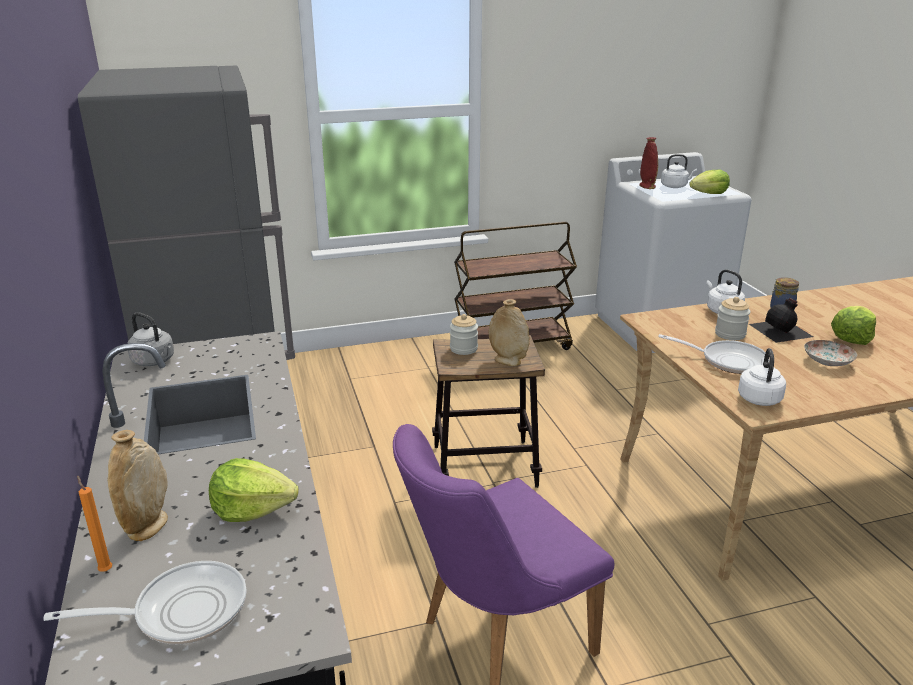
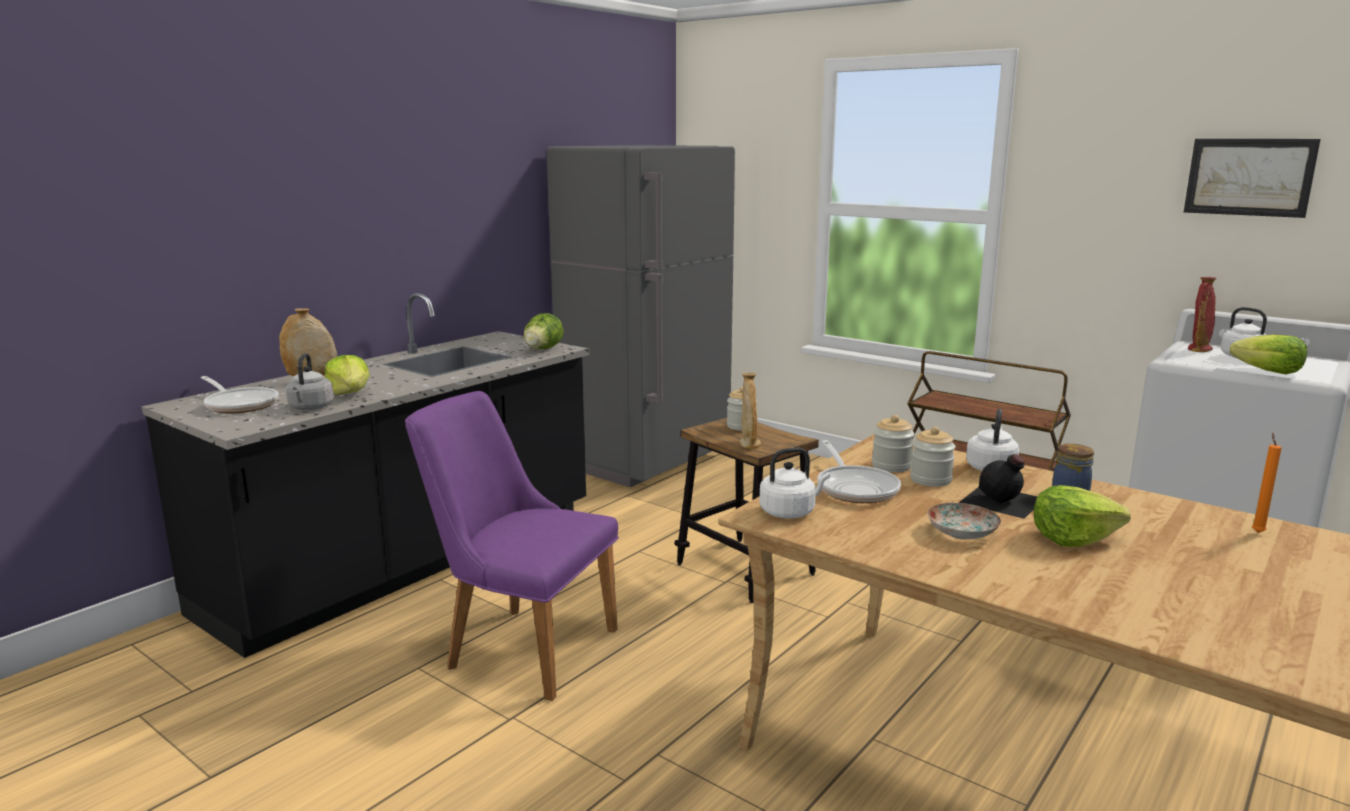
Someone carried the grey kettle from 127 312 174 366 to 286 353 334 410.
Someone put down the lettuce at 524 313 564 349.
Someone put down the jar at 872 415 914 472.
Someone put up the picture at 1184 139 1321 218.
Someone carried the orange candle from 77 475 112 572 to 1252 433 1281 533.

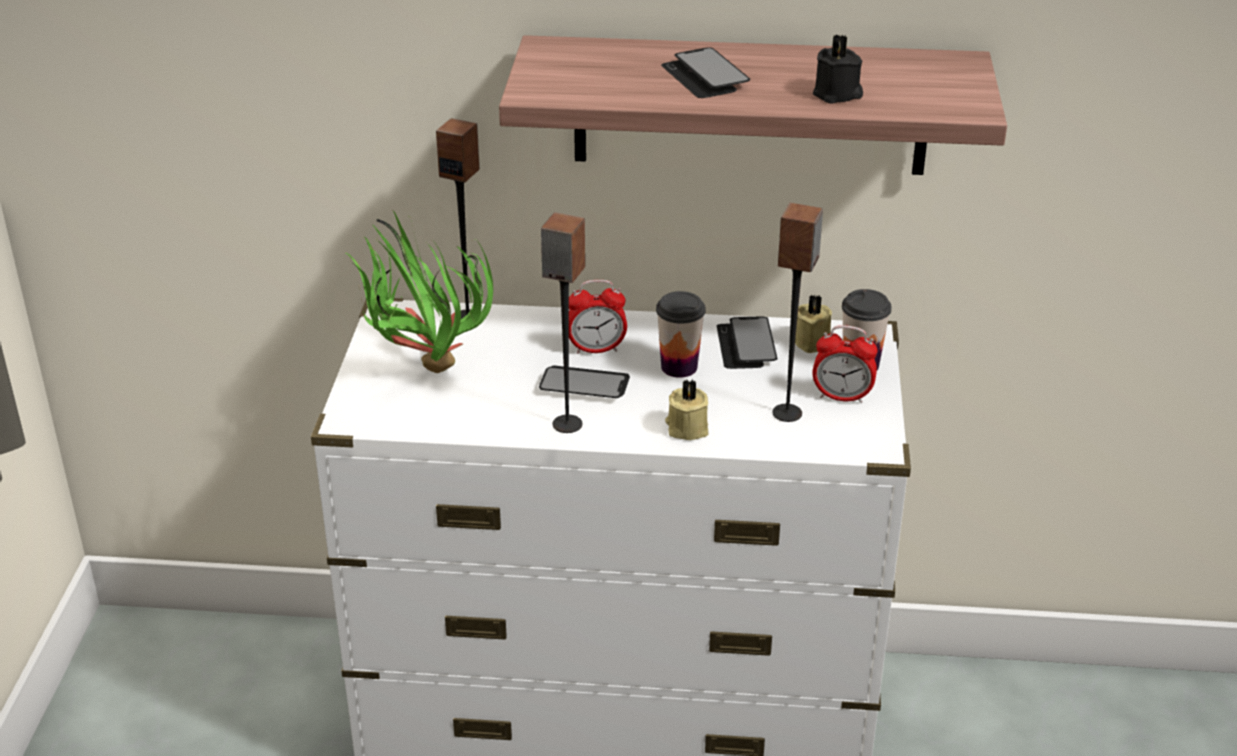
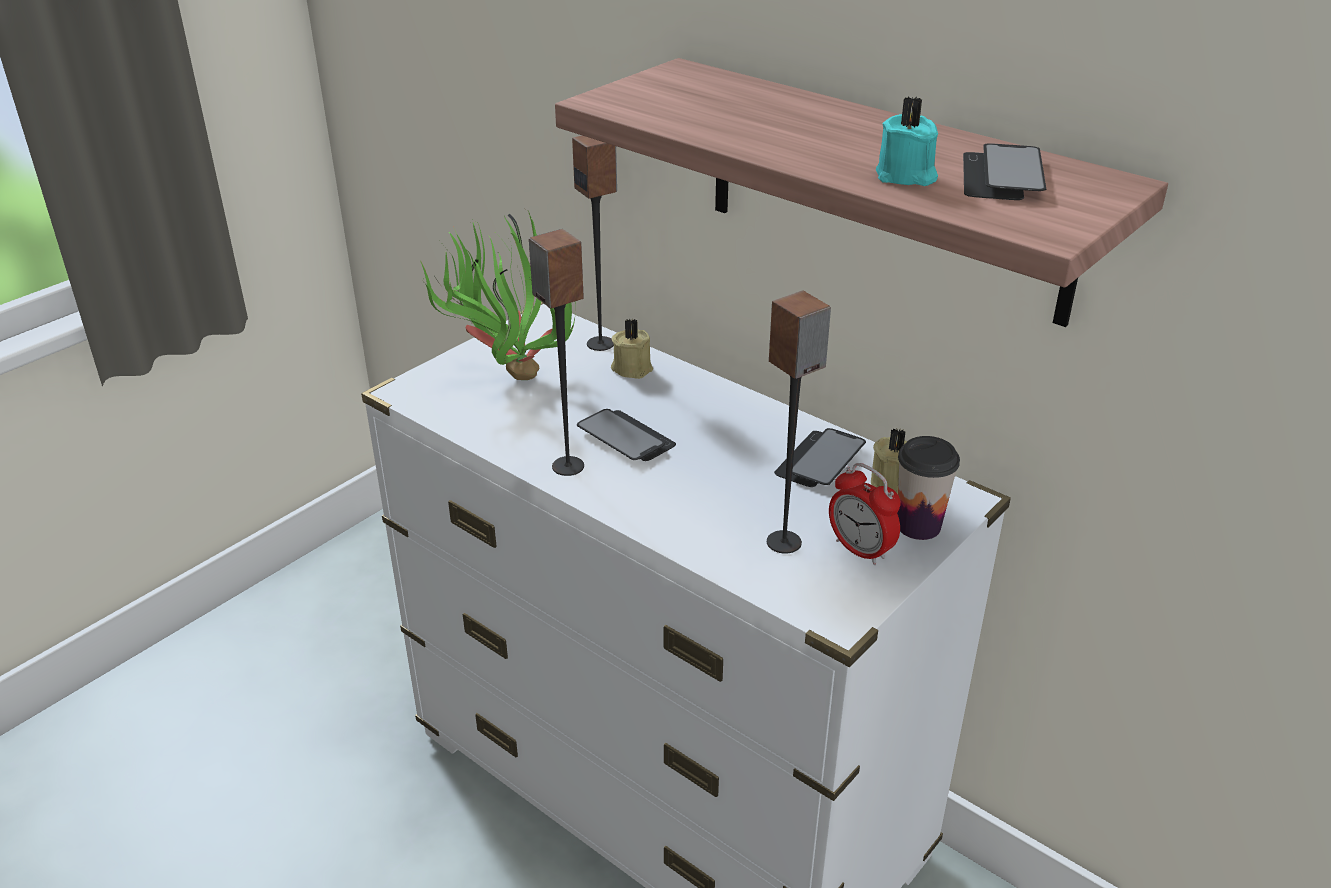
Someone carried the beige candle from 665 379 708 440 to 611 319 653 379.
Someone repainted the black candle at 813 34 863 104, which became the turquoise candle at 876 97 938 186.
Someone carried the phone from 661 47 750 98 to 963 143 1046 200.
Someone took away the alarm clock at 569 280 627 354.
Someone took away the cup at 656 291 706 378.

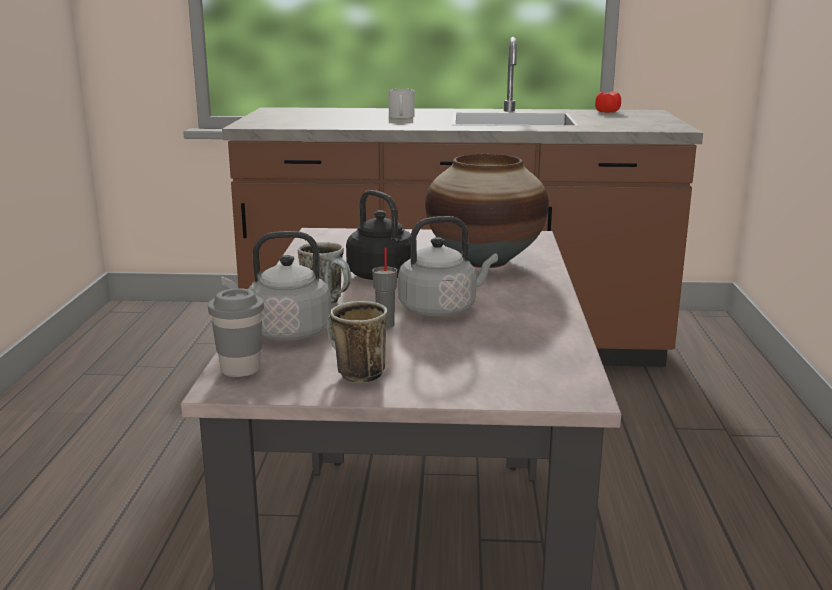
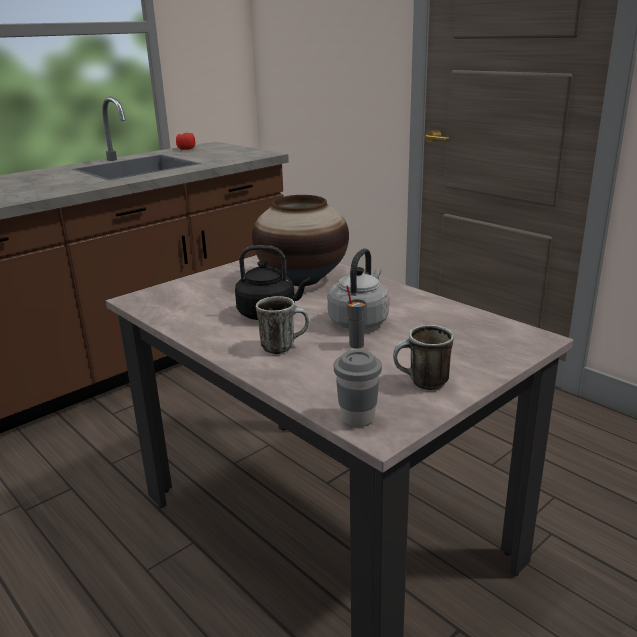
Someone took away the grey kettle at 221 231 331 340.
Someone took away the white mug at 389 89 415 118.

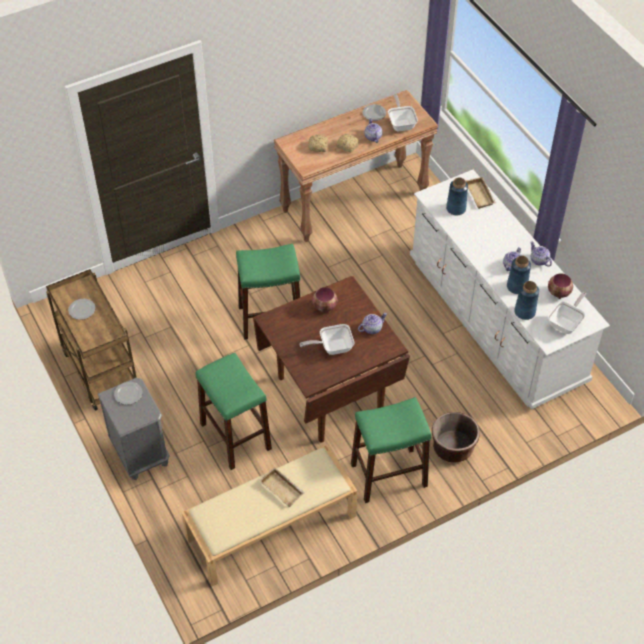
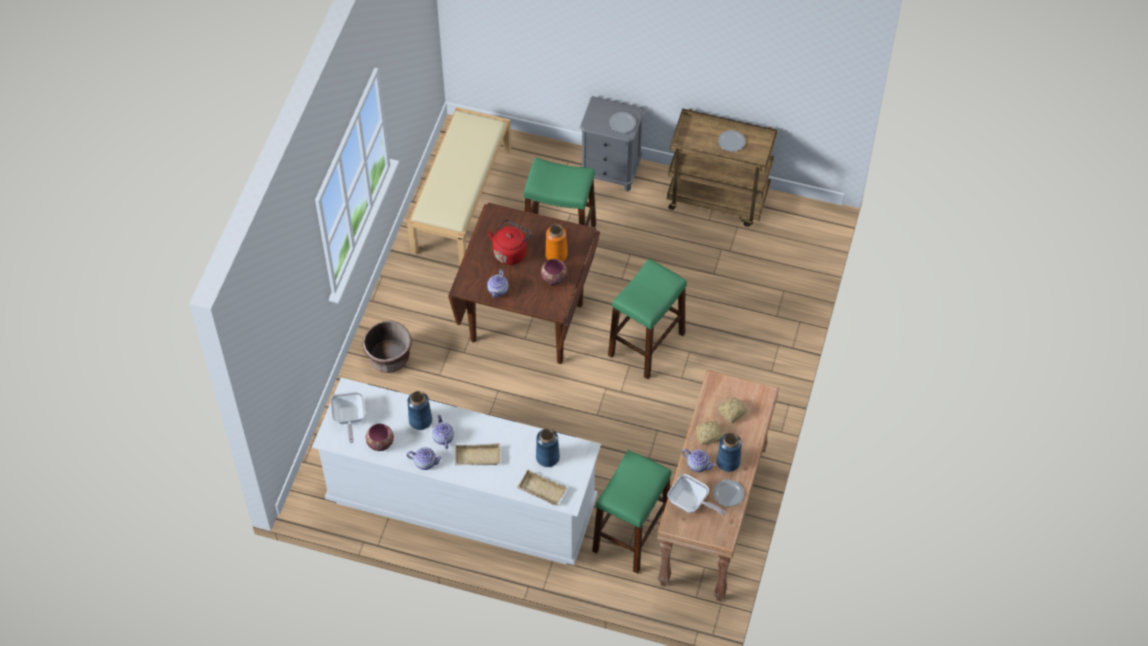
Someone carried the beige tray from 259 467 305 507 to 455 443 500 466.
Someone swapped the frying pan at 299 324 355 355 for the red kettle at 488 220 532 265.
Someone put down the orange vase at 545 224 568 262.
Someone carried the green stool from 351 397 432 503 to 592 450 671 573.
Someone carried the blue vase from 514 281 539 320 to 716 433 742 472.

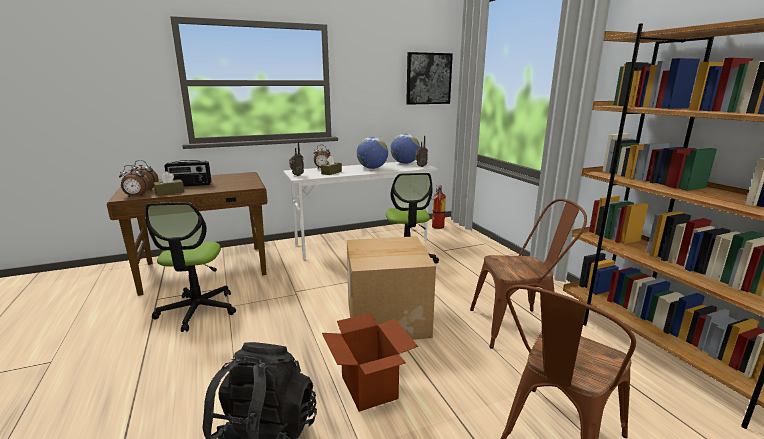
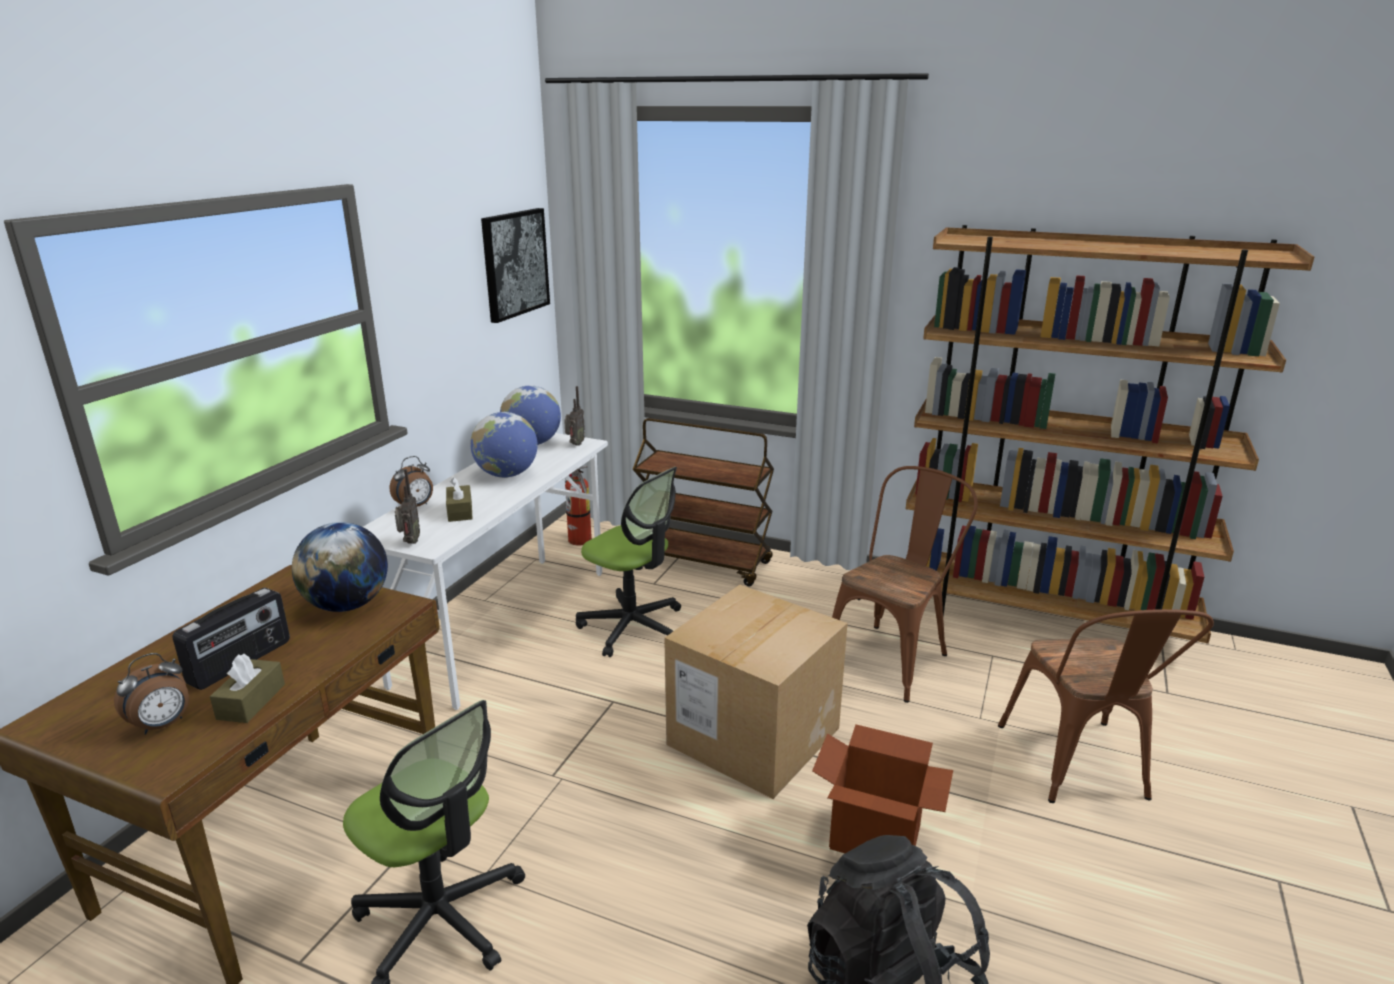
Someone put down the globe at 292 522 388 612.
Someone put down the brown cart at 633 418 774 586.
Someone took away the alarm clock at 119 165 149 197.

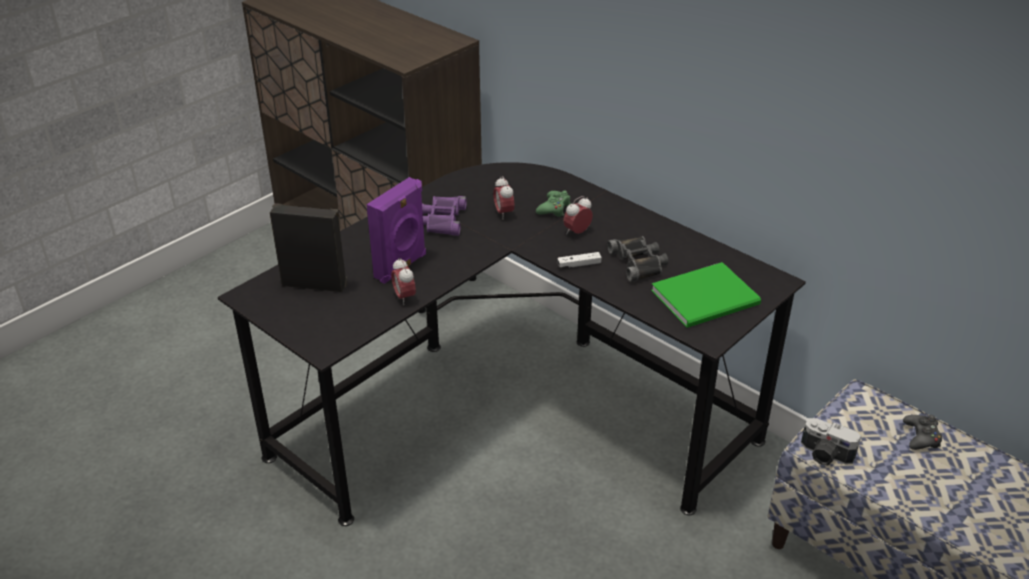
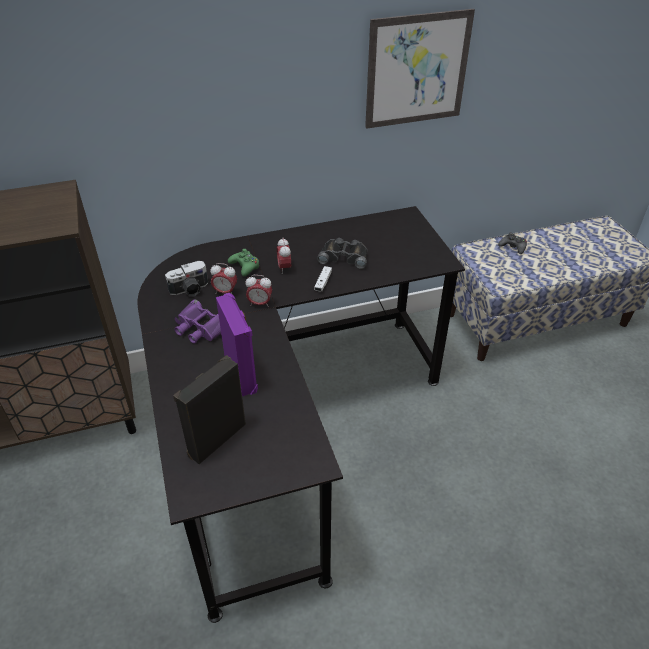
Someone carried the photo camera from 801 418 861 466 to 165 261 208 296.
Someone carried the alarm clock from 391 258 416 305 to 245 275 272 307.
Someone put up the picture at 365 9 475 129.
Someone took away the green book at 651 262 761 328.

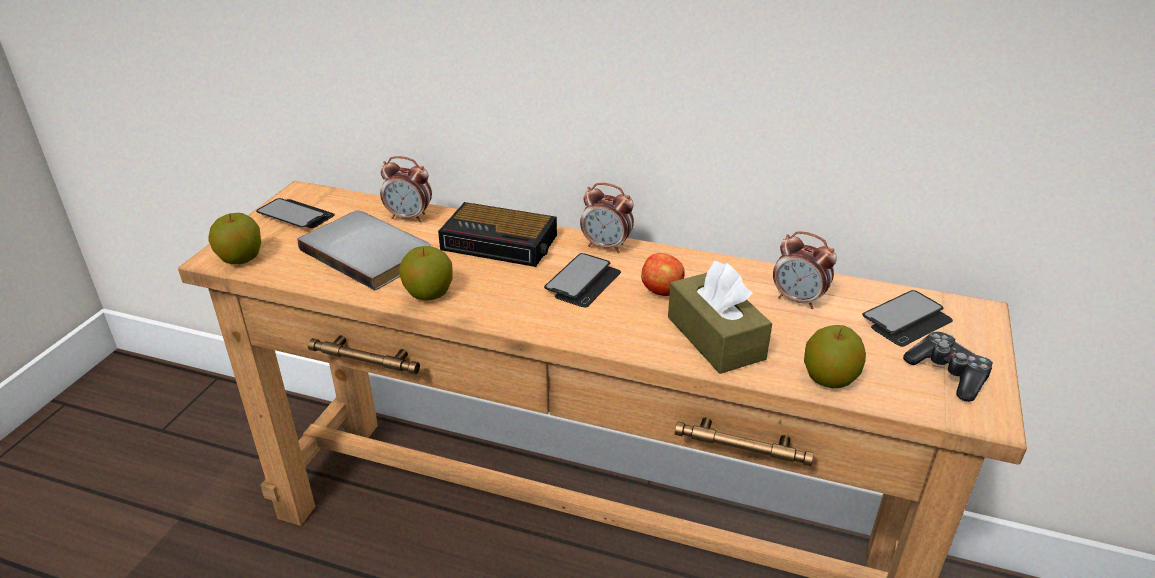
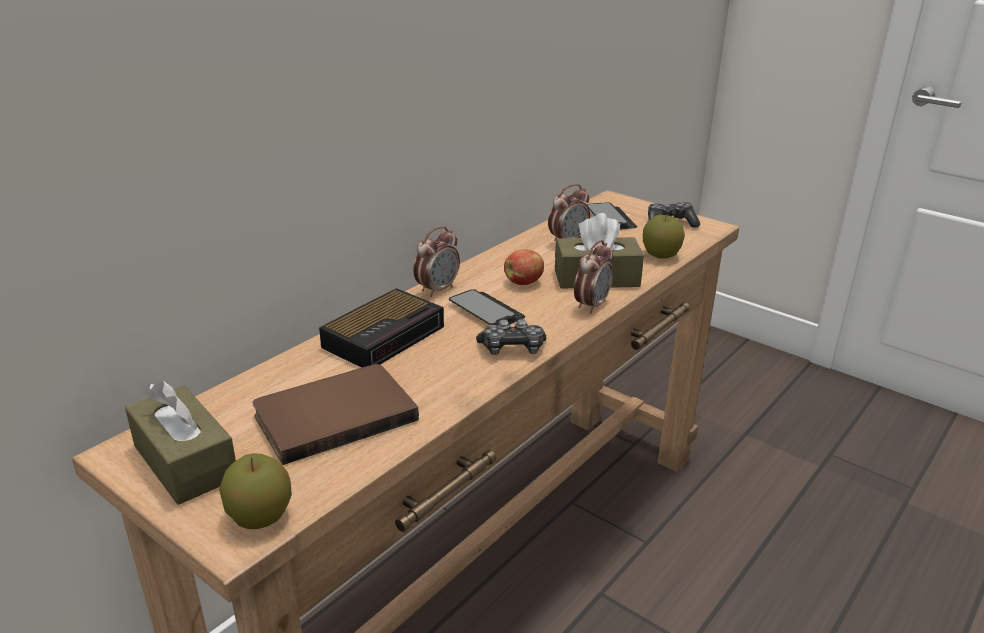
Someone swapped the phone at 256 198 335 228 for the brown tissue box at 125 380 236 505.
Someone repainted the grey book at 297 211 431 290, which became the brown book at 252 364 419 465.
Someone put down the game controller at 476 319 546 355.
Someone carried the alarm clock from 380 156 432 222 to 574 240 613 313.
Someone took away the apple at 399 246 453 301.

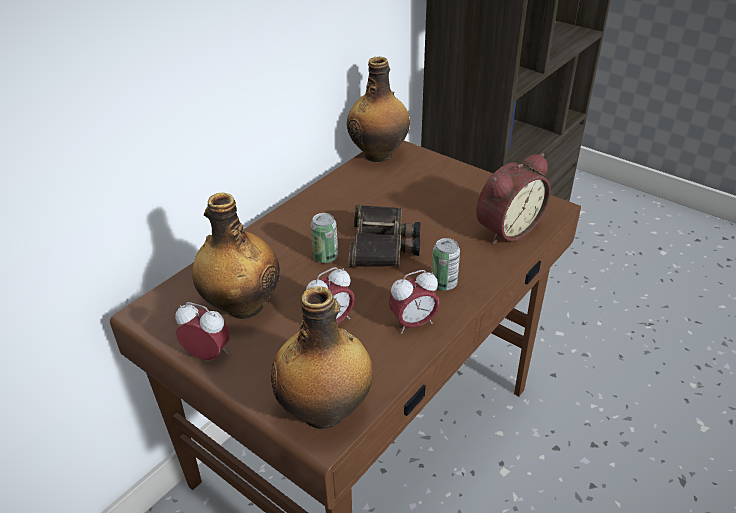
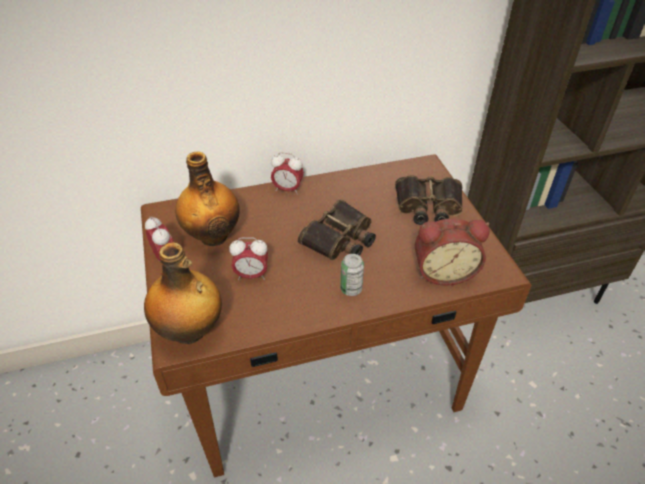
Someone carried the alarm clock from 389 270 440 334 to 271 152 304 195.
Someone put down the binoculars at 395 175 463 225.
Someone took away the can at 311 213 338 263.
Someone took away the bottle at 347 56 410 162.

